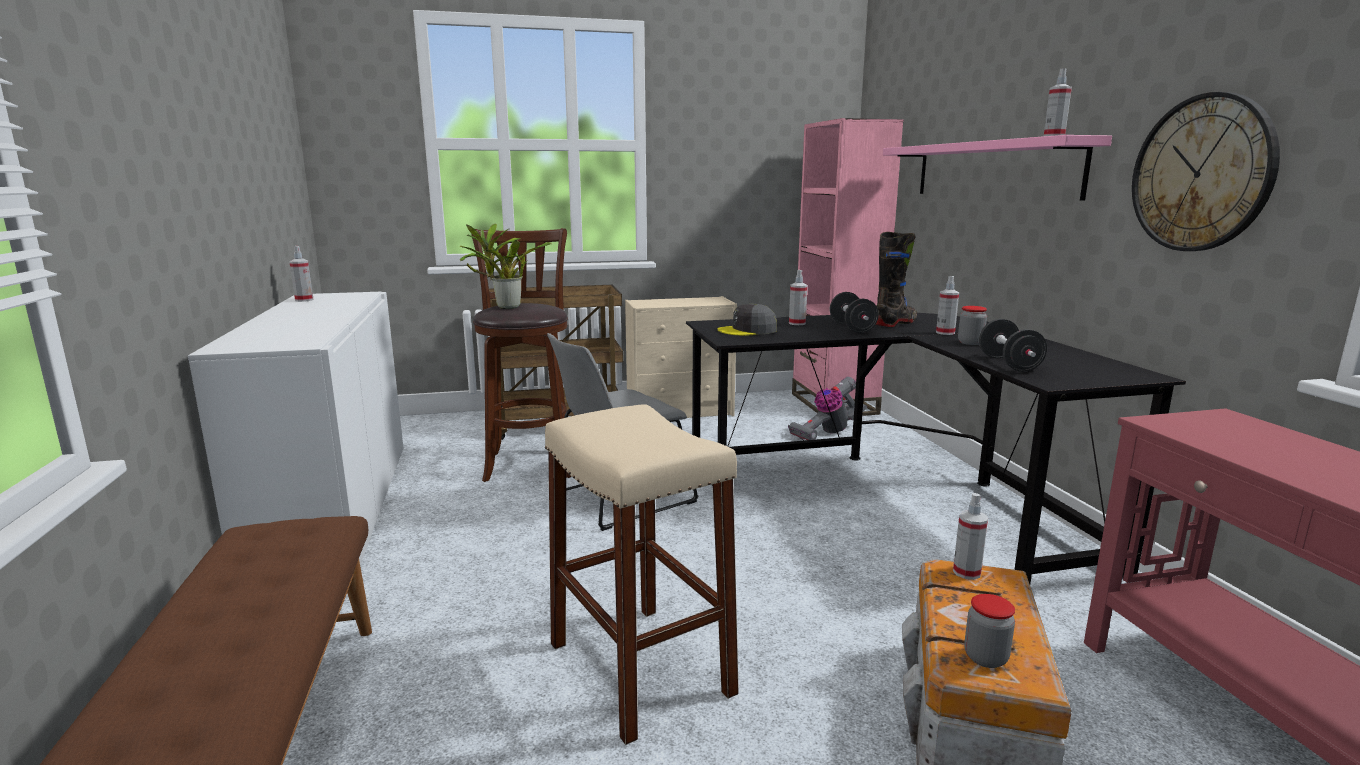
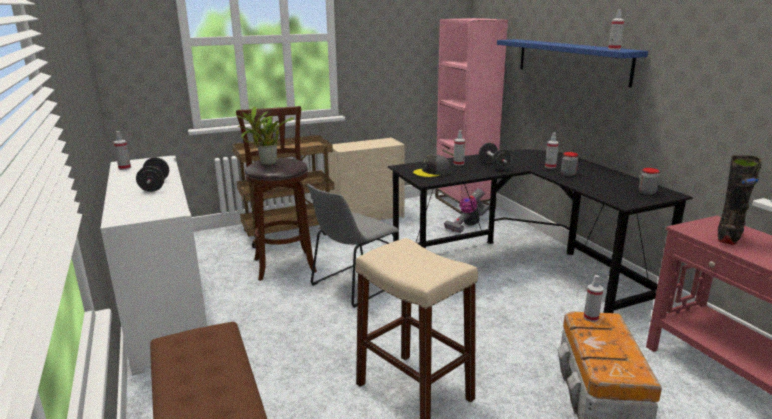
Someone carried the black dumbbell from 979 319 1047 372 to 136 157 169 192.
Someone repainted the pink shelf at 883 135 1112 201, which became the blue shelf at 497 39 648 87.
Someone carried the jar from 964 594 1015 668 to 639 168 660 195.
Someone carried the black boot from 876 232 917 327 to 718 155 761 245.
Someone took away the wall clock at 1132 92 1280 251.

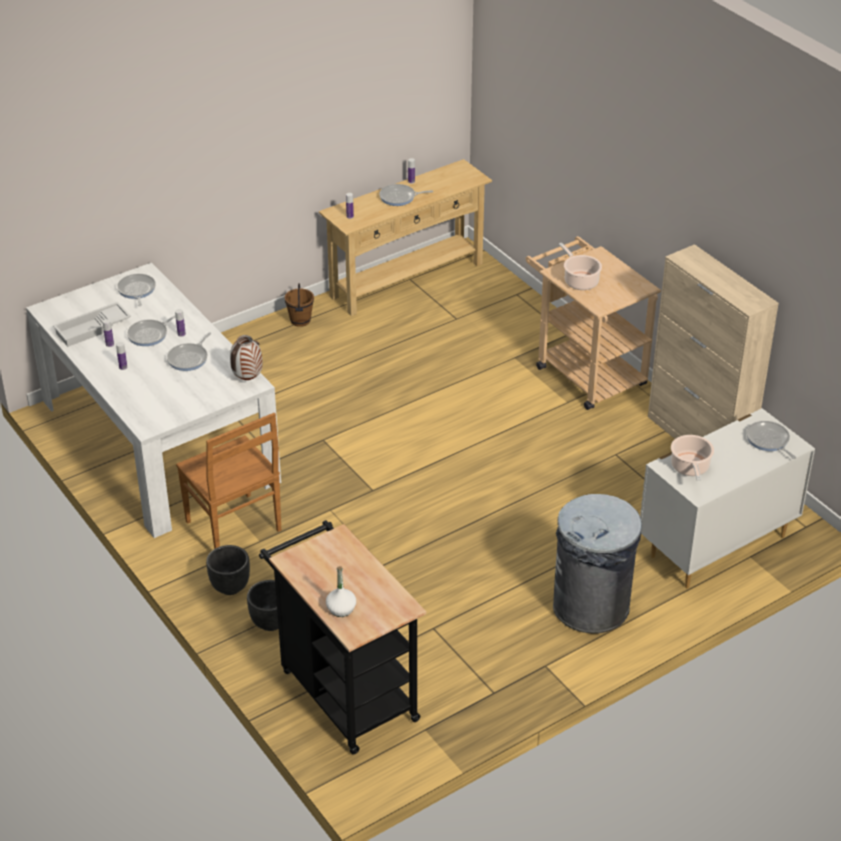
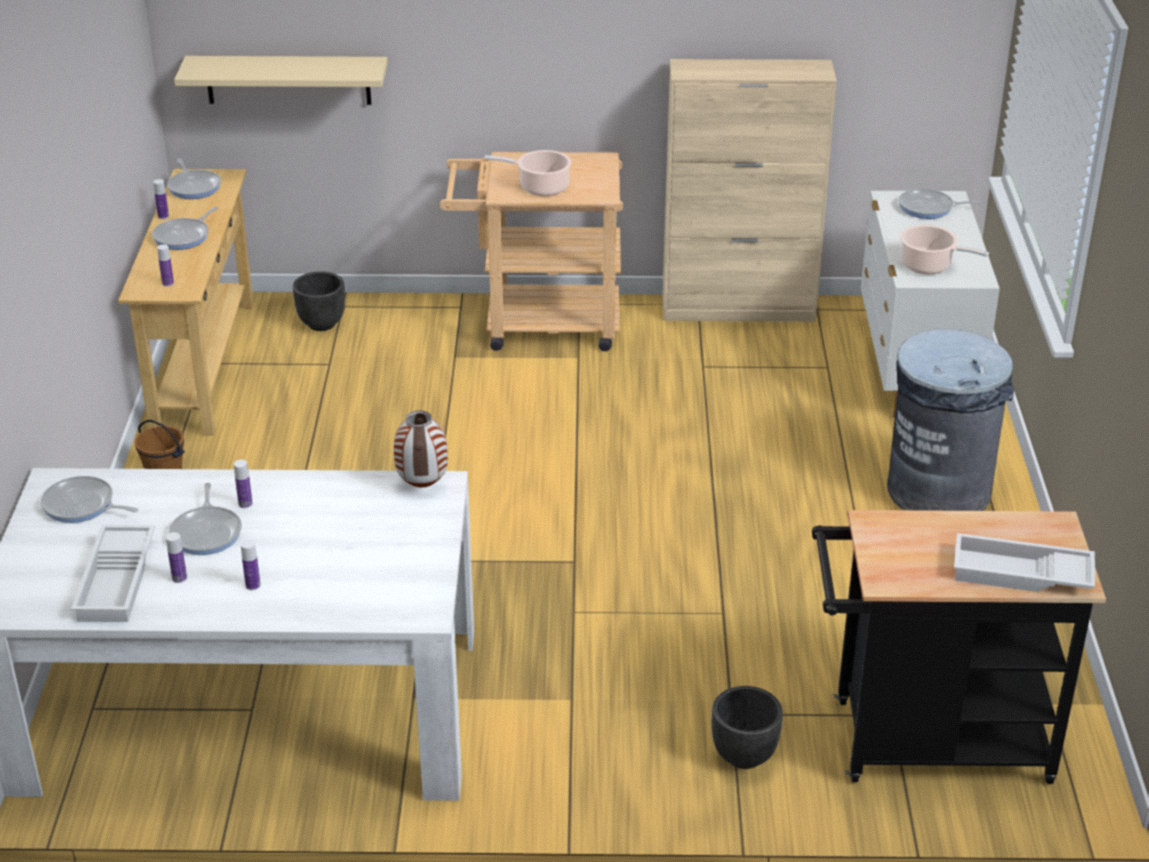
Someone carried the frying pan from 167 332 211 371 to 167 158 221 199.
Someone put up the beige shelf at 174 56 388 105.
Someone carried the black planter from 206 545 250 595 to 293 271 345 331.
Someone swapped the white bottle at 326 566 356 617 for the white tray at 954 533 1095 592.
Someone took away the brown chair at 176 413 281 549.

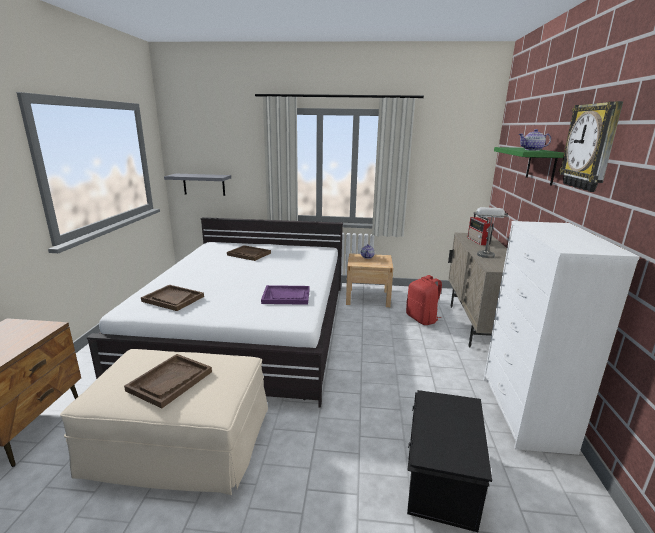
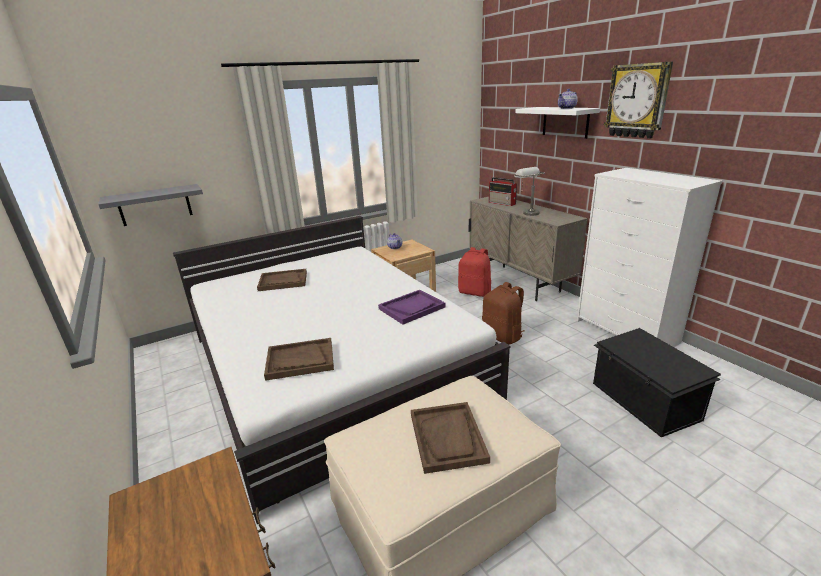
Someone put down the brown backpack at 482 282 524 345.
Someone repainted the green shelf at 494 147 564 186, which became the white shelf at 515 107 600 139.

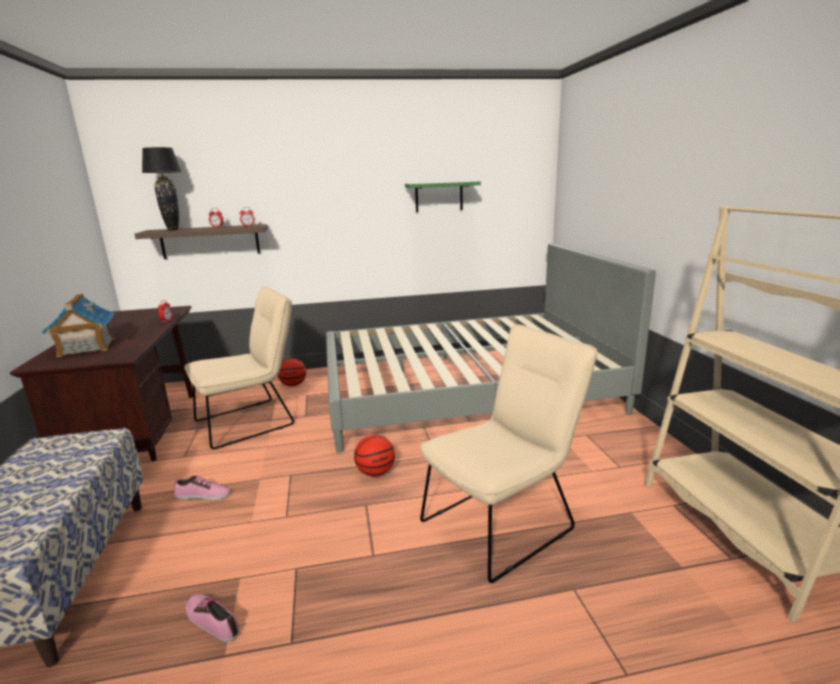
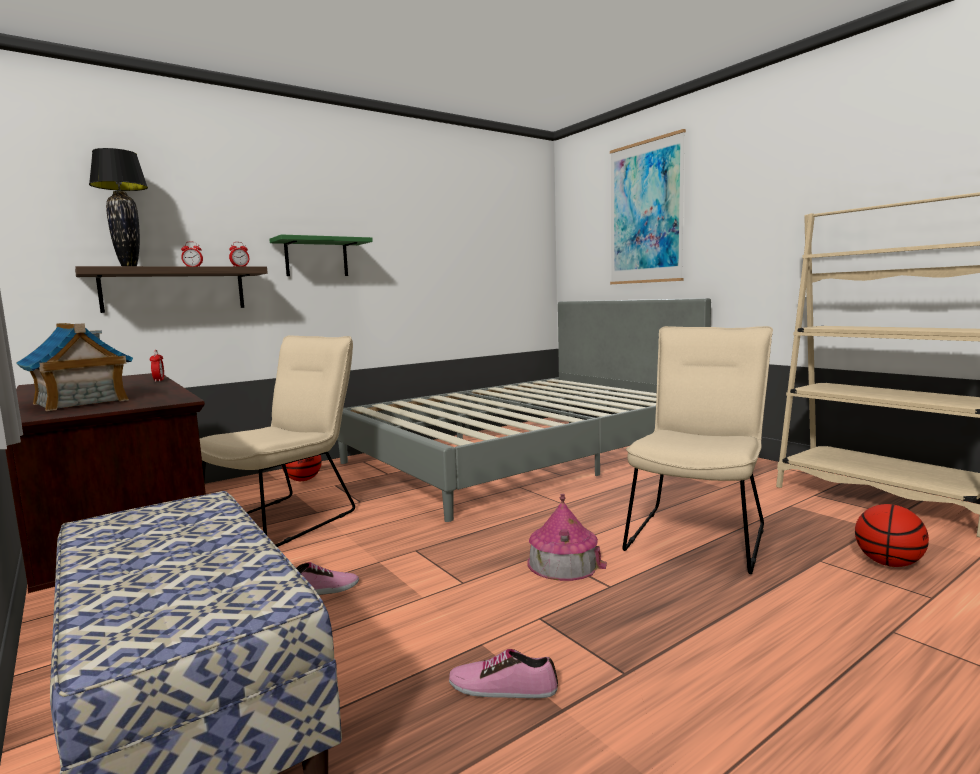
Someone carried the green shelf from 405 181 481 212 to 269 234 373 276.
Someone put down the toy house at 528 494 607 581.
Someone put up the picture at 610 129 686 284.
Someone carried the basketball from 354 435 395 477 to 855 504 929 567.

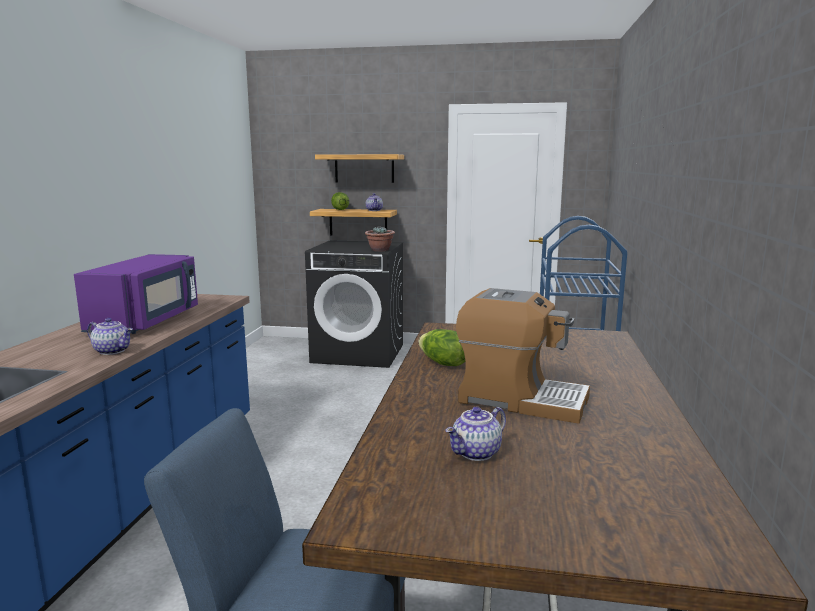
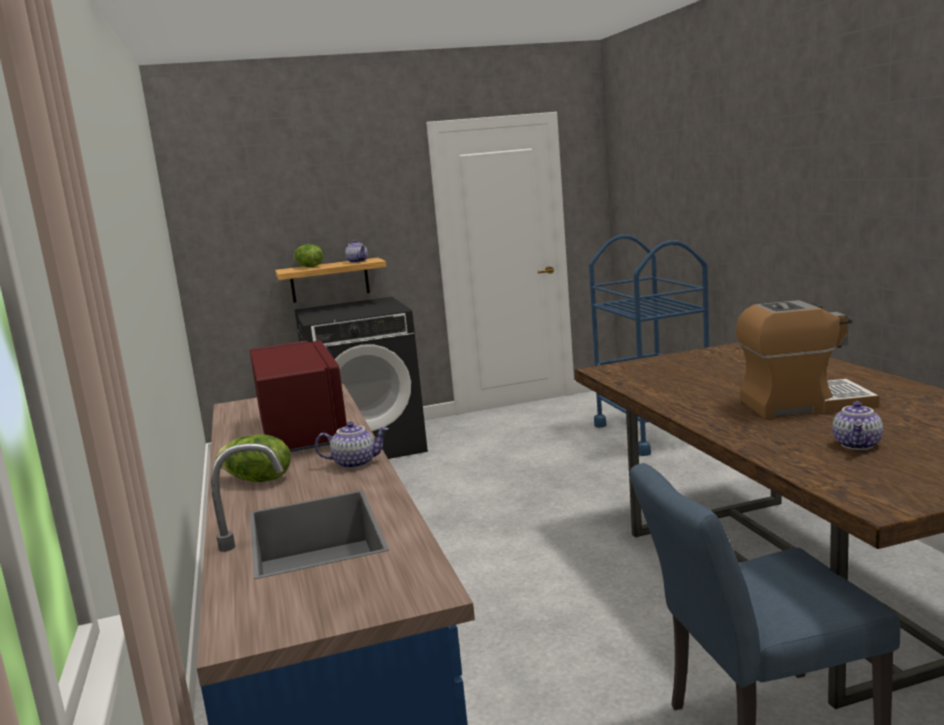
Someone carried the lettuce from 418 329 465 366 to 216 435 291 482.
Someone repainted the purple microwave at 74 254 198 334, which became the red microwave at 249 340 347 452.
Someone took away the shelf at 315 154 404 183.
Someone took away the potted plant at 365 226 395 252.

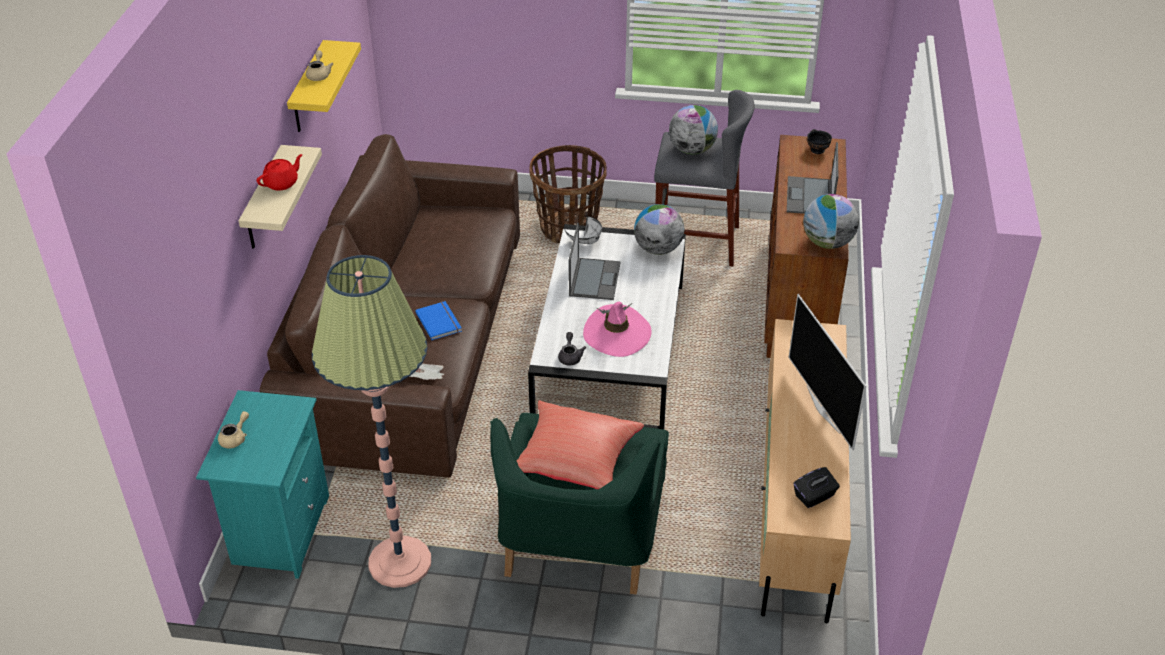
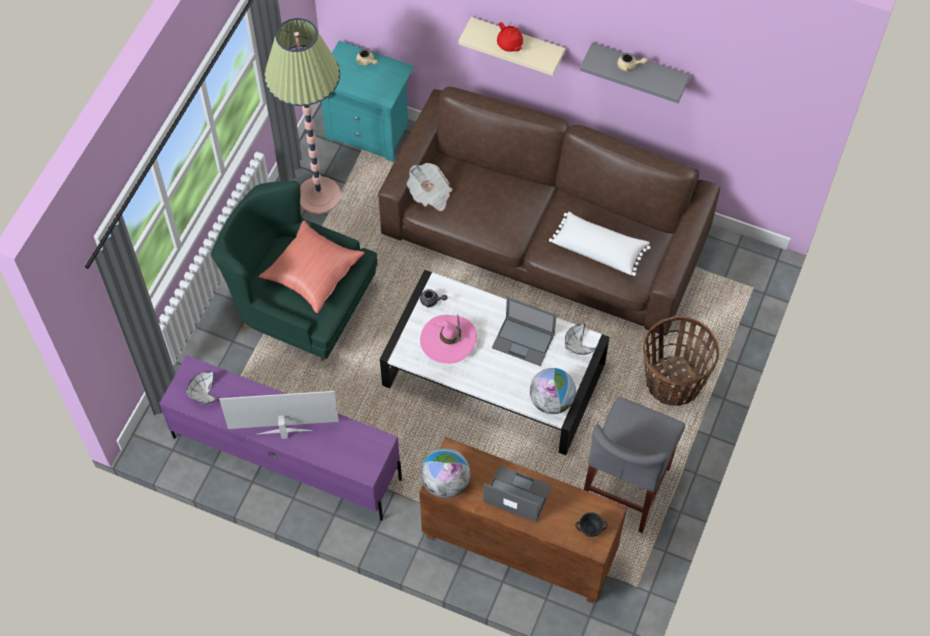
Someone repainted the beige tv stand at 759 319 851 623, which became the purple tv stand at 159 355 402 521.
Someone swapped the black tissue box at 793 467 840 508 for the white bowl at 187 371 220 404.
Someone put down the white pillow at 549 212 651 276.
Someone repainted the yellow shelf at 287 40 361 132, which became the grey shelf at 580 42 690 103.
Someone took away the blue book at 415 301 462 340.
Someone took away the globe at 669 105 718 154.

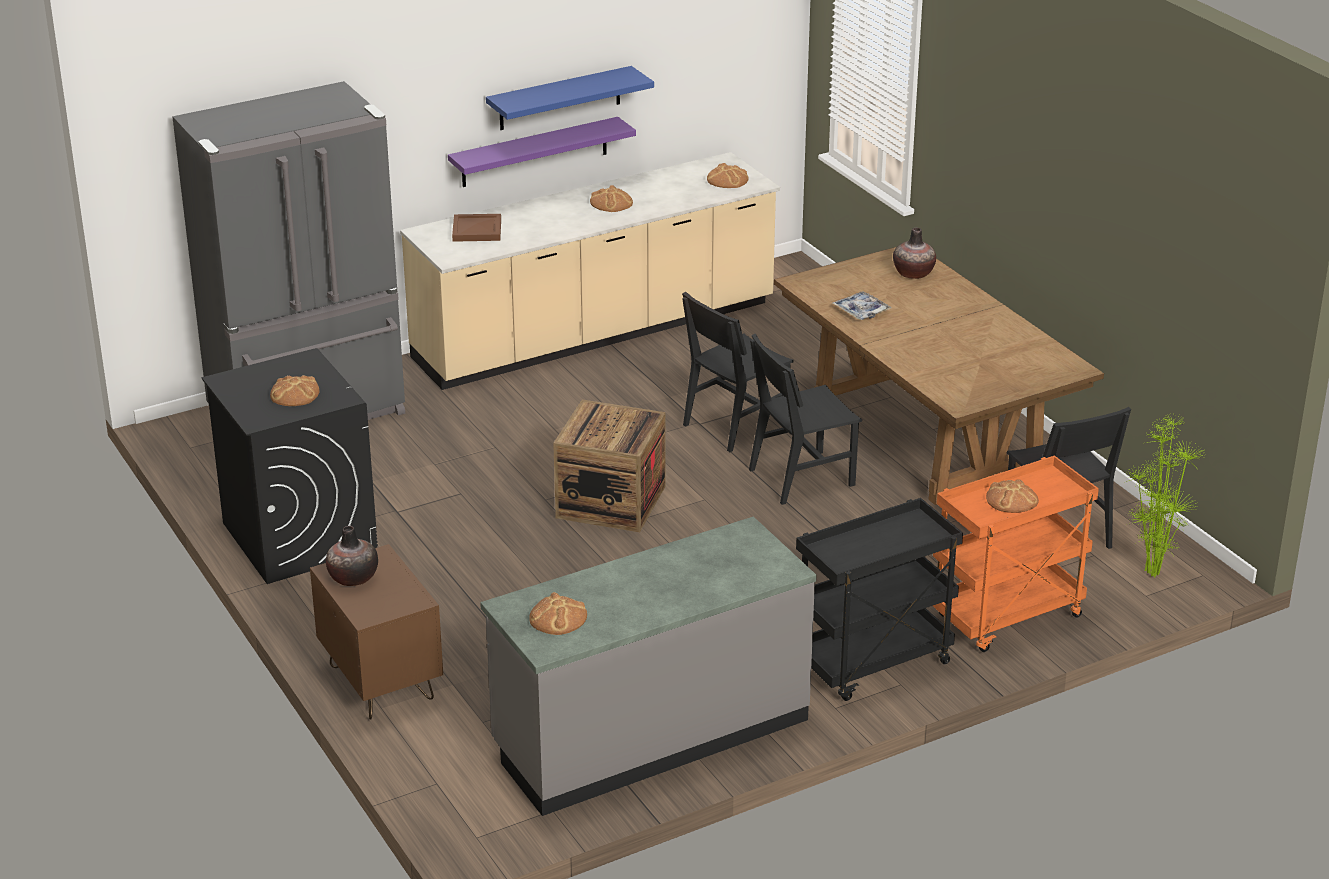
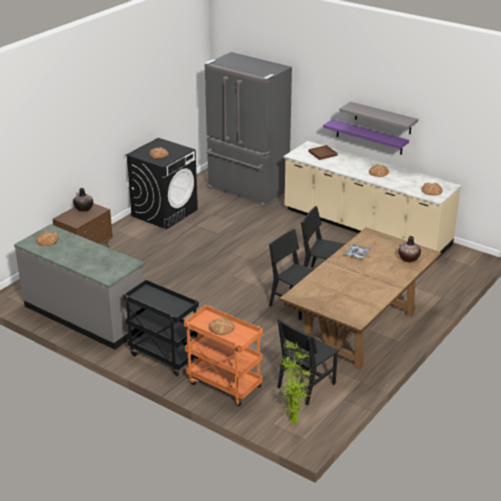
Someone repainted the blue shelf at 486 66 654 130, which became the grey shelf at 339 102 418 134.
Someone took away the crate at 553 400 666 532.

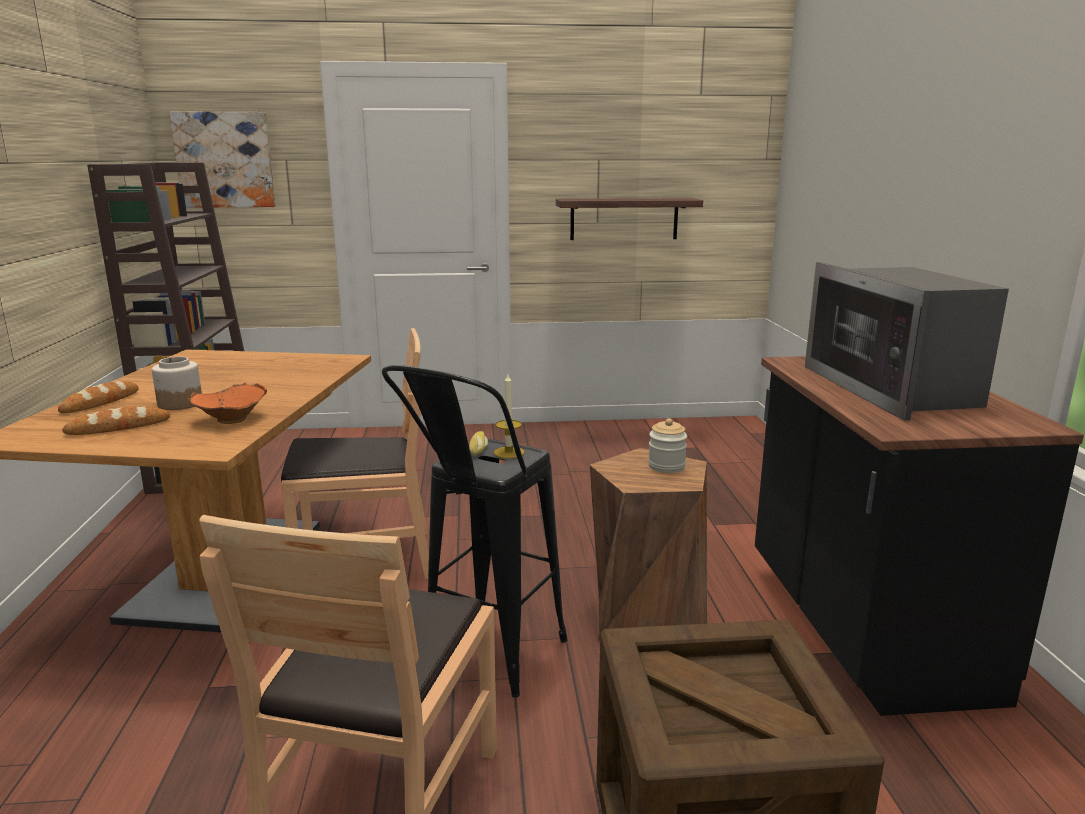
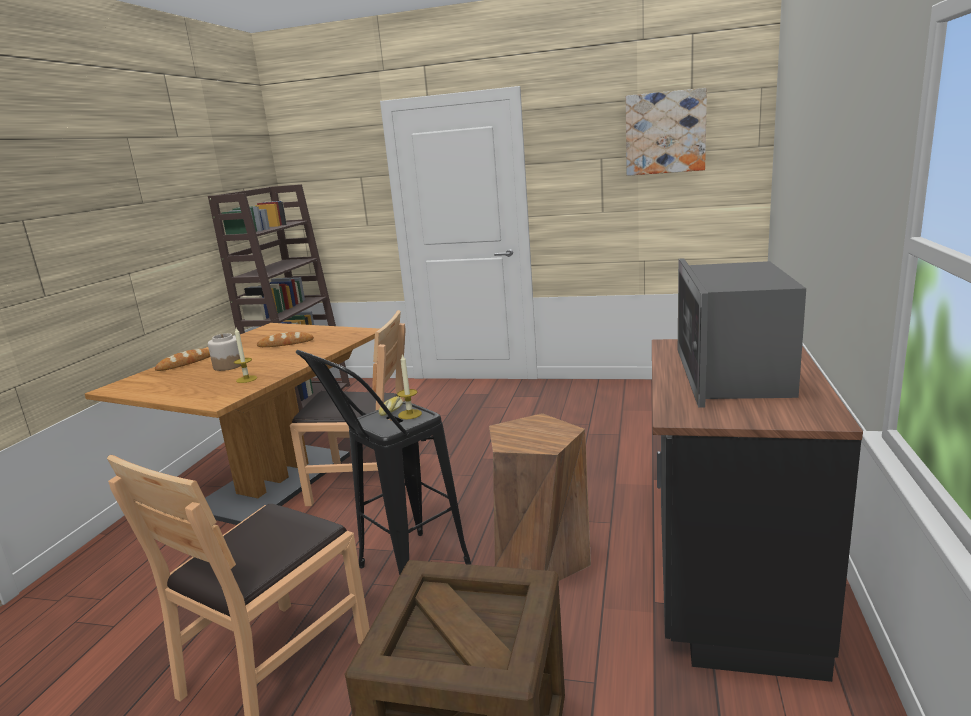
Someone swapped the orange bowl at 187 383 267 424 for the candle at 234 328 257 383.
Someone carried the bread from 62 406 170 435 to 257 332 314 347.
Someone carried the picture from 169 111 276 208 to 626 88 707 176.
Someone took away the shelf at 556 198 703 240.
Someone took away the jar at 648 418 687 473.

